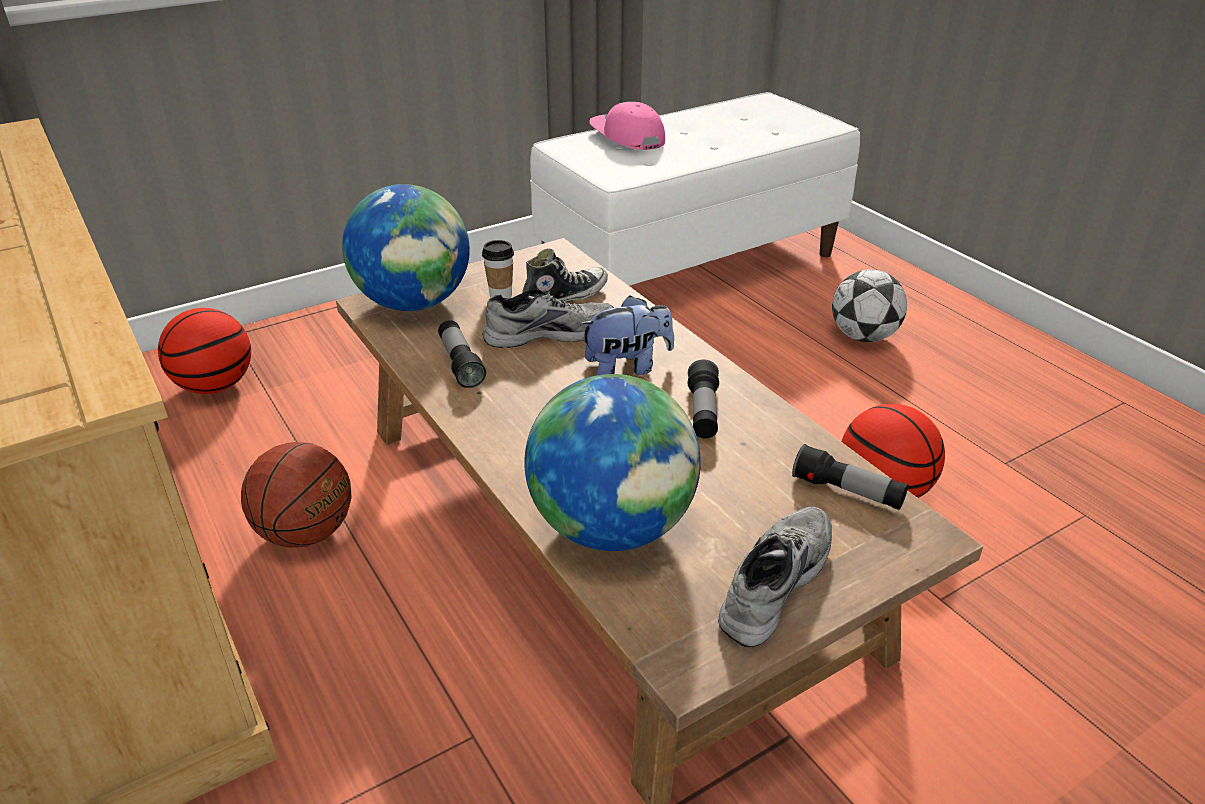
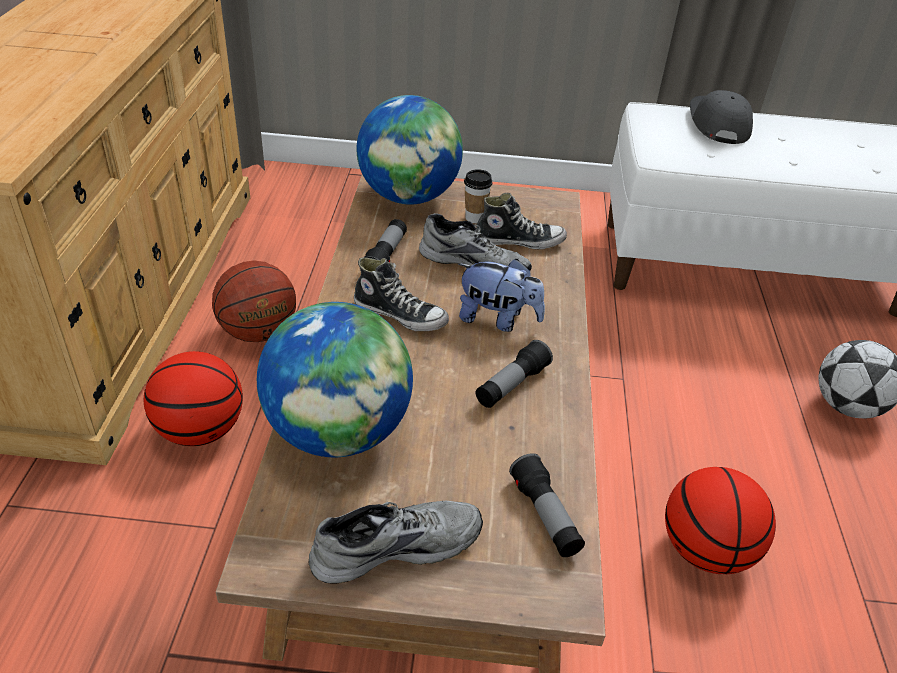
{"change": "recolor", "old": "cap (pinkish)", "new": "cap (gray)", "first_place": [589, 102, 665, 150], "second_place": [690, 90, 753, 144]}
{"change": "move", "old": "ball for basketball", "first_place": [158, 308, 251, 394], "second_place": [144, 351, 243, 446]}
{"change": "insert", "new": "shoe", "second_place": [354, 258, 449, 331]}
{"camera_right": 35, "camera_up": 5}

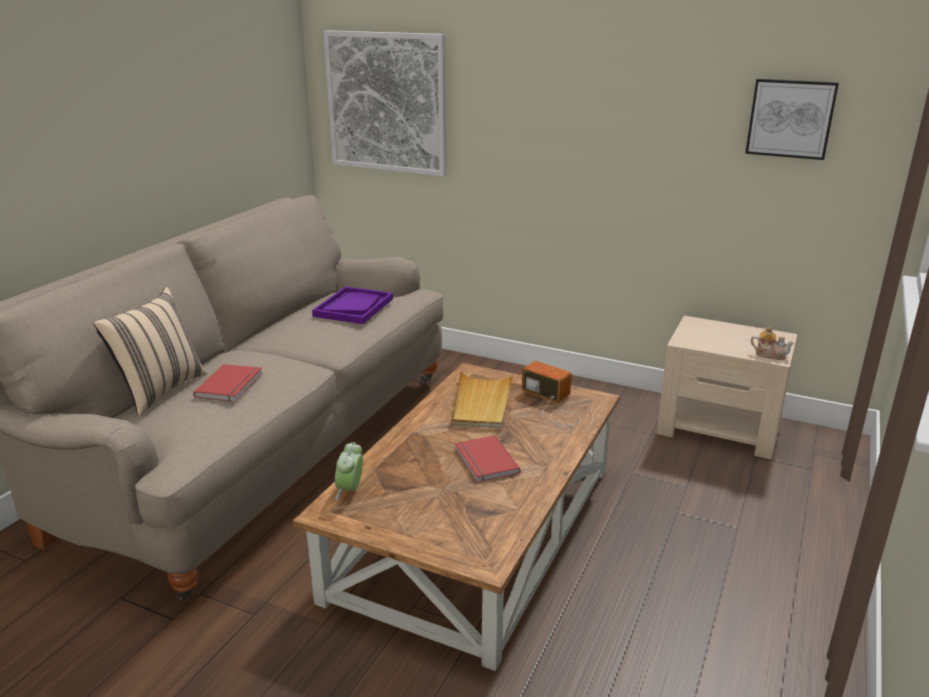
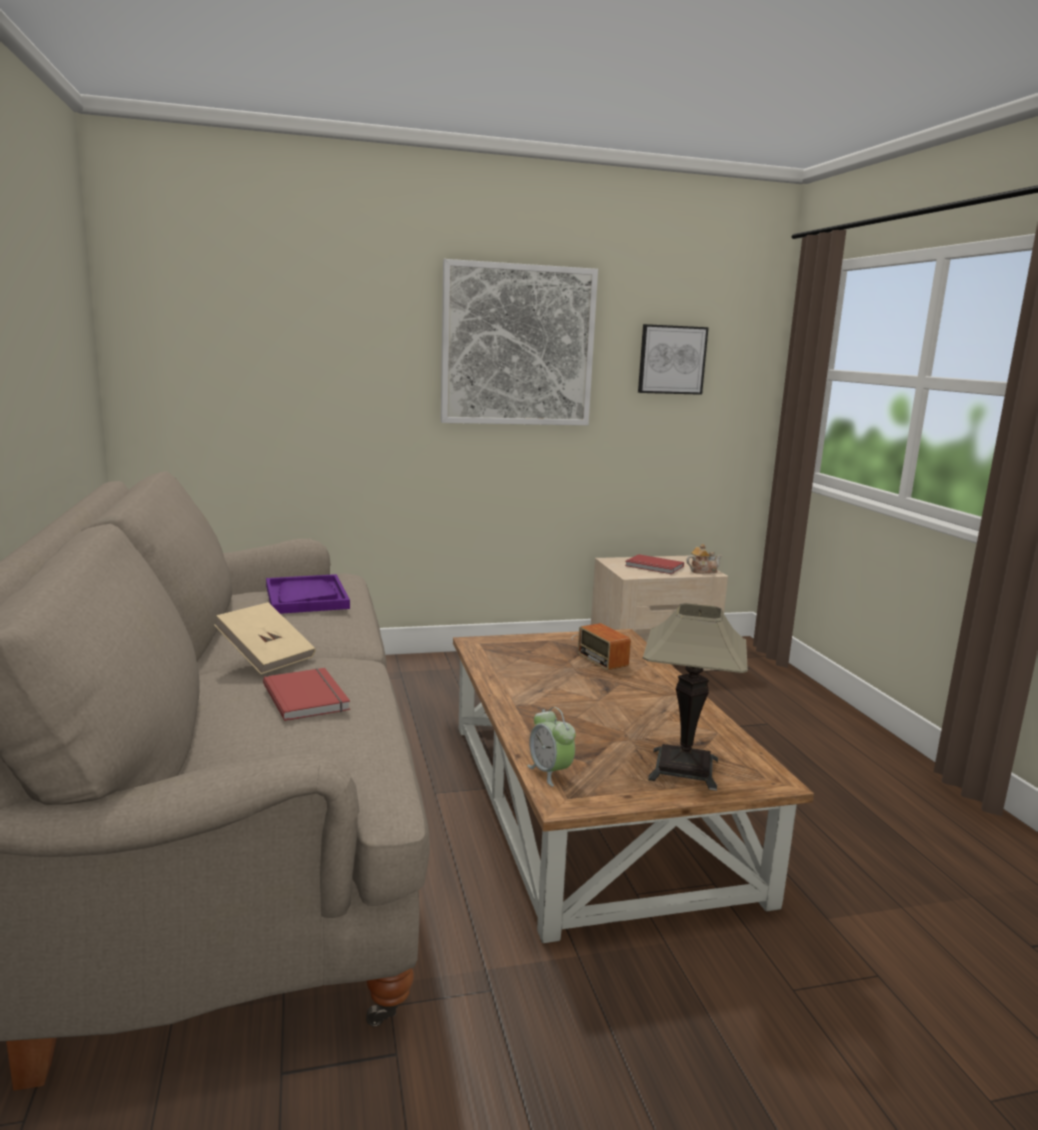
{"change": "move", "old": "wall picture", "first_place": [324, 30, 447, 176], "second_place": [441, 259, 598, 425]}
{"change": "delete", "old": "throw pillow (sand-coloured)", "first_place": [93, 287, 207, 417]}
{"change": "rotate", "old": "radio receiver", "first_place": [522, 361, 594, 429], "second_place": [571, 623, 631, 670], "degrees": -120}
{"change": "delete", "old": "carrying tray (sand-coloured)", "first_place": [451, 371, 514, 429]}
{"change": "move", "old": "bound book (red-coloured)", "first_place": [455, 435, 521, 483], "second_place": [625, 554, 684, 574]}
{"change": "insert", "new": "bound book (sand-coloured)", "second_place": [214, 602, 316, 674]}
{"change": "insert", "new": "tabletop lamp", "second_place": [643, 603, 748, 791]}
{"camera_right": -40, "camera_up": -10}

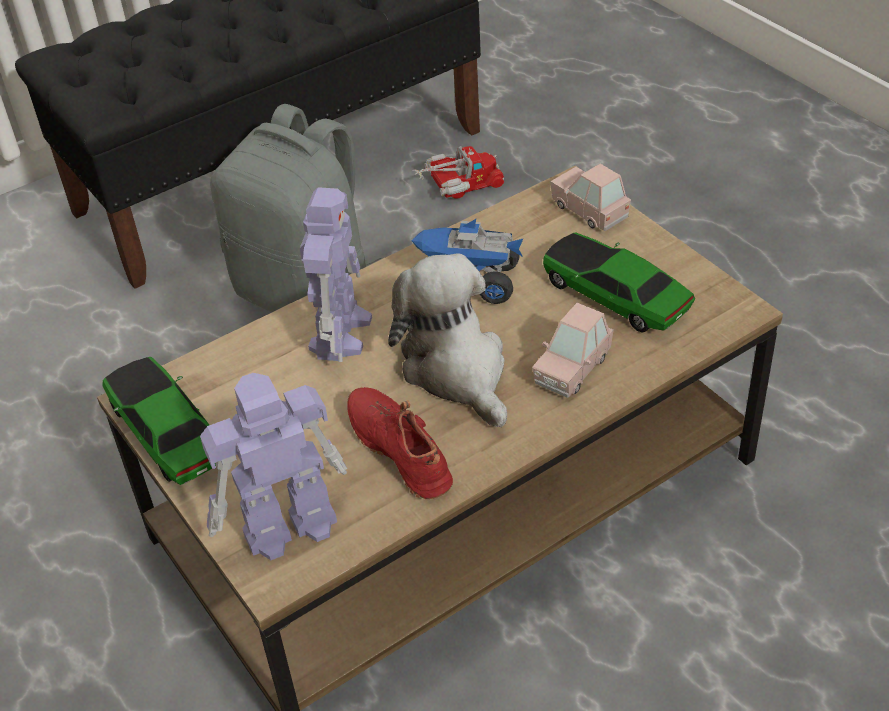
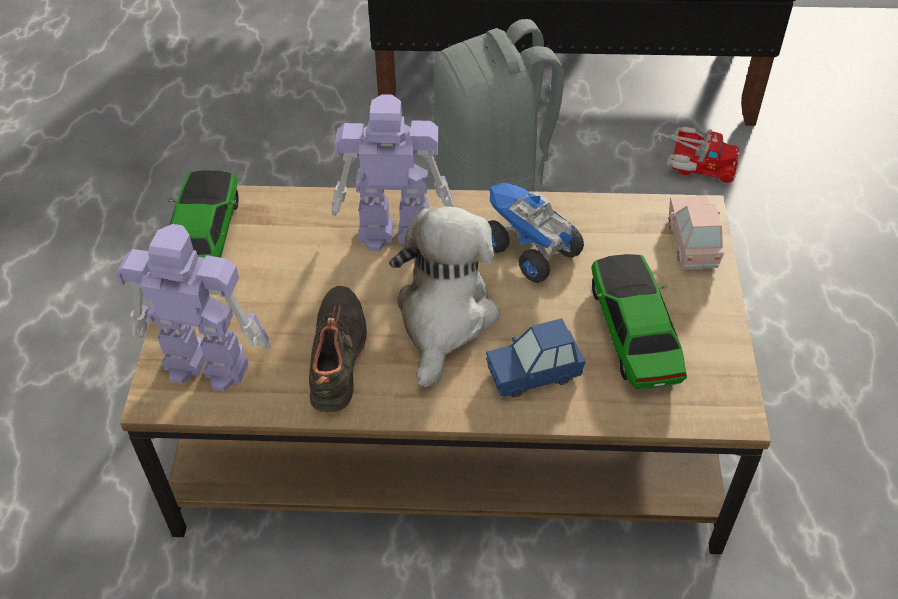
{"change": "rotate", "old": "model robot", "first_place": [300, 187, 372, 362], "second_place": [331, 94, 454, 251], "degrees": -135}
{"change": "recolor", "old": "model car (pinkish)", "new": "model car (blue-coloured)", "first_place": [532, 303, 614, 398], "second_place": [486, 318, 586, 398]}
{"change": "recolor", "old": "shoe (red-coloured)", "new": "shoe (black-coloured)", "first_place": [347, 387, 453, 499], "second_place": [309, 286, 367, 413]}
{"camera_right": 35, "camera_up": 5}

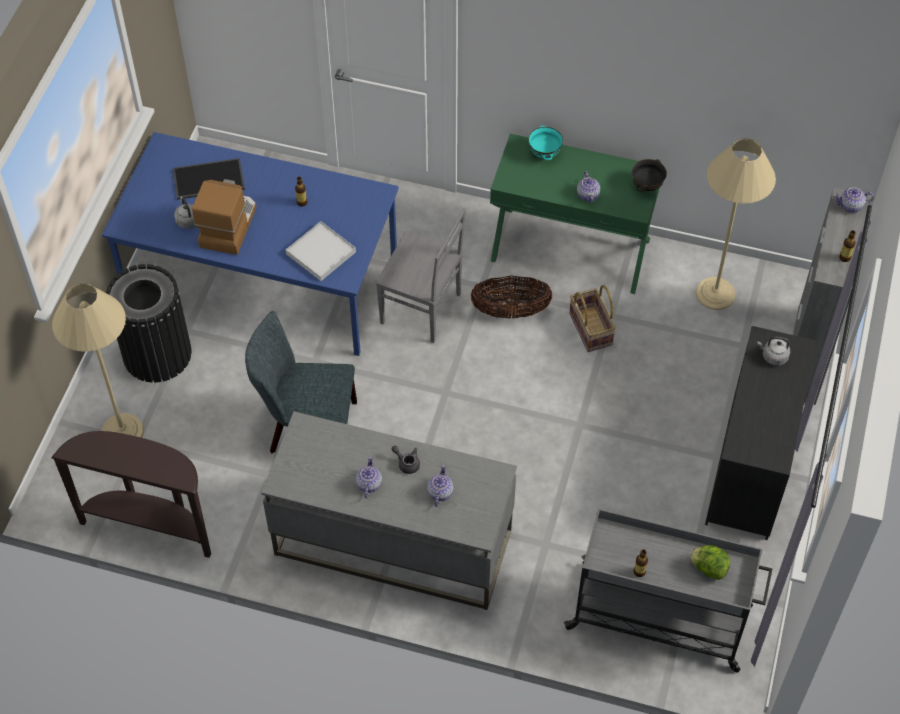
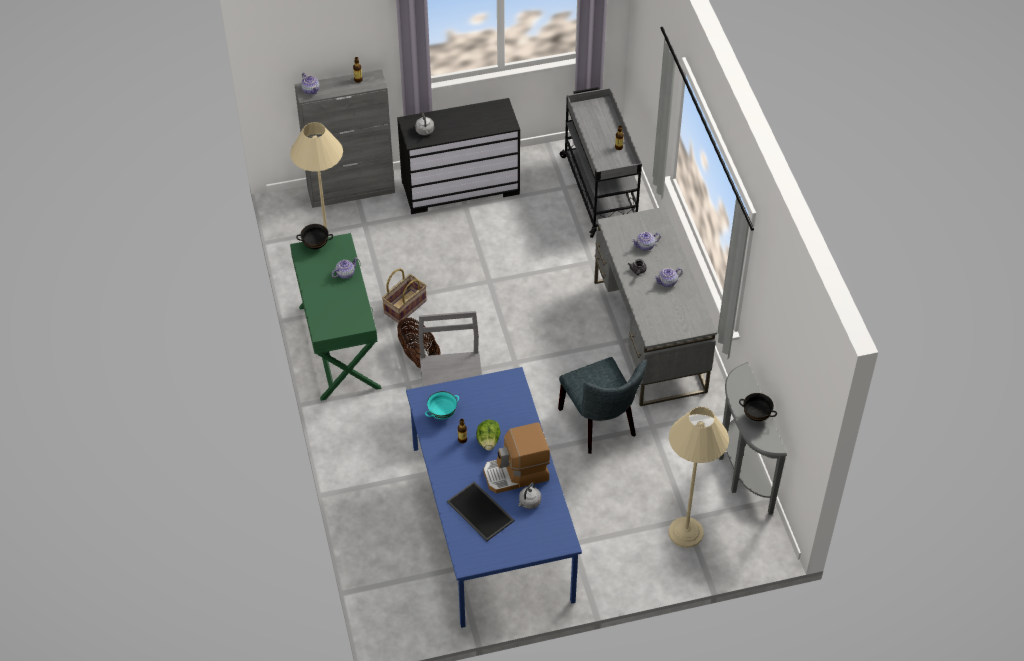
{"change": "move", "old": "serving bowl (turquoise-coloured)", "first_place": [529, 125, 563, 160], "second_place": [425, 391, 459, 419]}
{"change": "delete", "old": "carrying tray (white)", "first_place": [286, 221, 356, 281]}
{"change": "delete", "old": "waste bin (black-coloured)", "first_place": [106, 264, 192, 383]}
{"change": "recolor", "old": "console table (brown)", "new": "console table (gray)", "first_place": [51, 431, 211, 558], "second_place": [719, 362, 787, 515]}
{"change": "move", "old": "head of lettuce", "first_place": [690, 545, 730, 580], "second_place": [476, 420, 501, 450]}
{"change": "insert", "new": "serving bowl (black-coloured)", "second_place": [739, 393, 777, 421]}
{"camera_right": -120, "camera_up": -5}

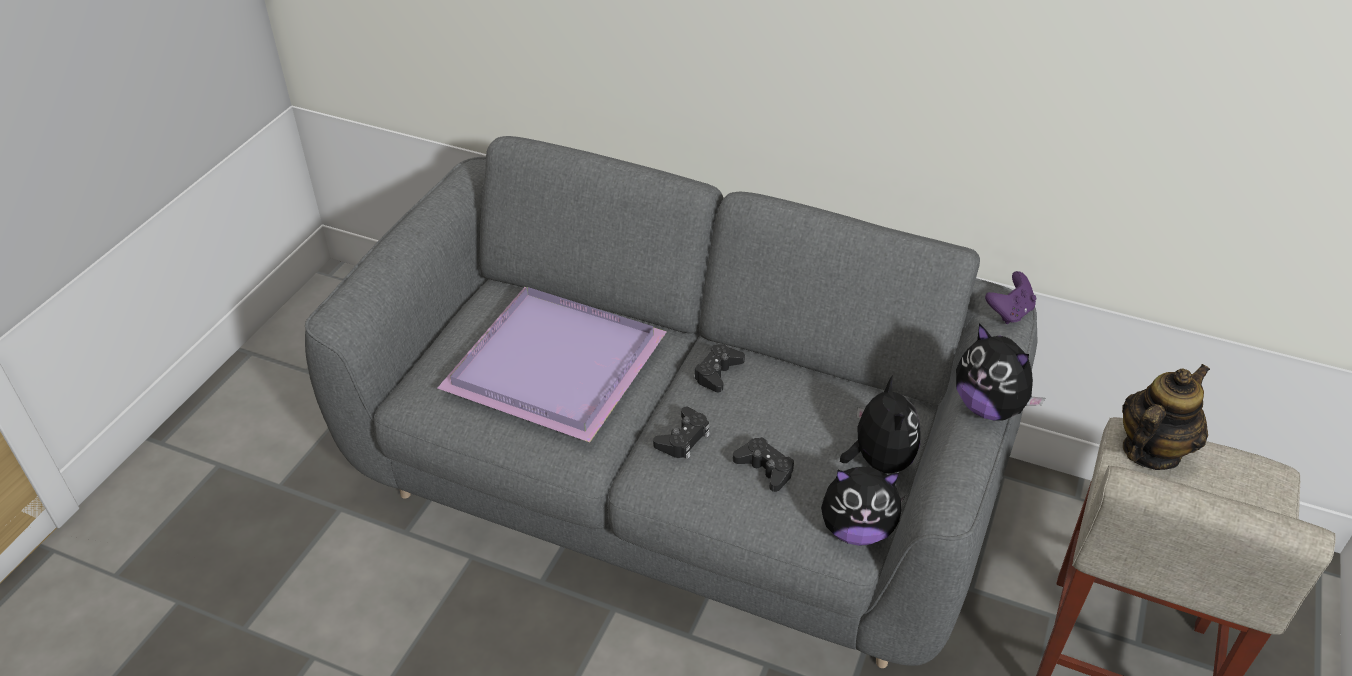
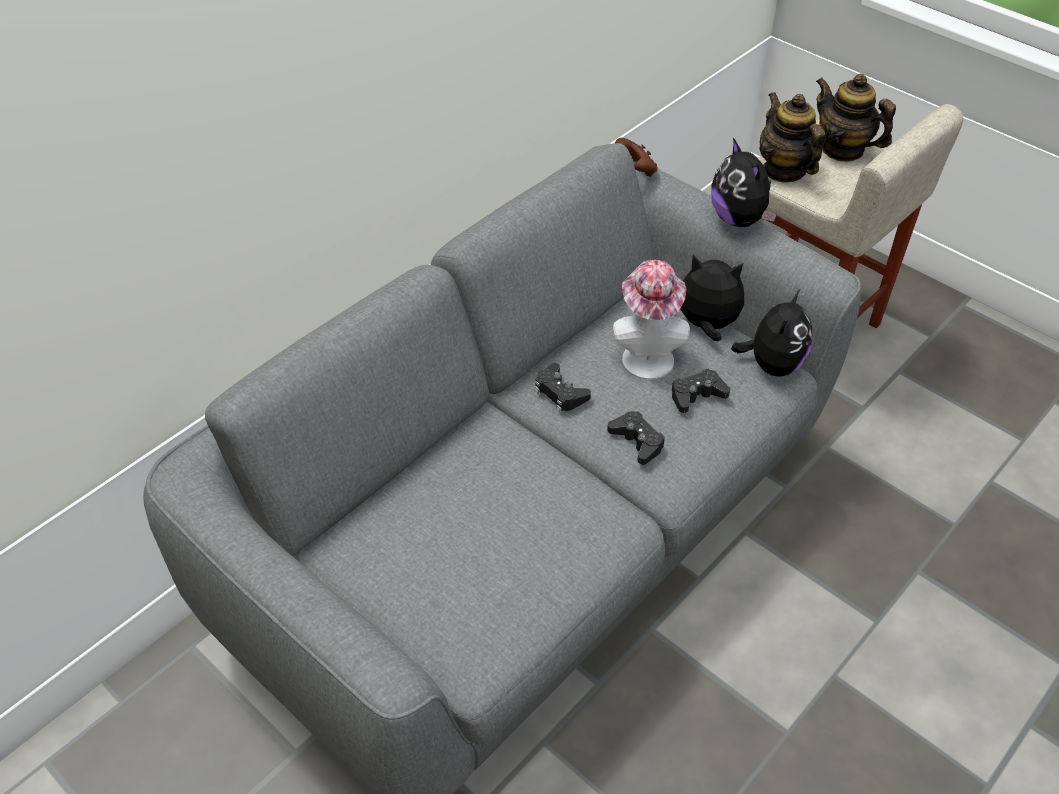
{"change": "recolor", "old": "gamepad (purple-coloured)", "new": "gamepad (brown)", "first_place": [985, 271, 1036, 324], "second_place": [615, 138, 658, 177]}
{"change": "delete", "old": "carrying tray (purple-coloured)", "first_place": [438, 287, 667, 442]}
{"change": "rotate", "old": "soft toy", "first_place": [956, 323, 1045, 421], "second_place": [711, 138, 776, 227], "degrees": 90}
{"change": "insert", "new": "tea pot", "second_place": [816, 74, 896, 162]}
{"change": "insert", "new": "wearable hat", "second_place": [613, 260, 690, 380]}
{"camera_right": -70, "camera_up": 5}

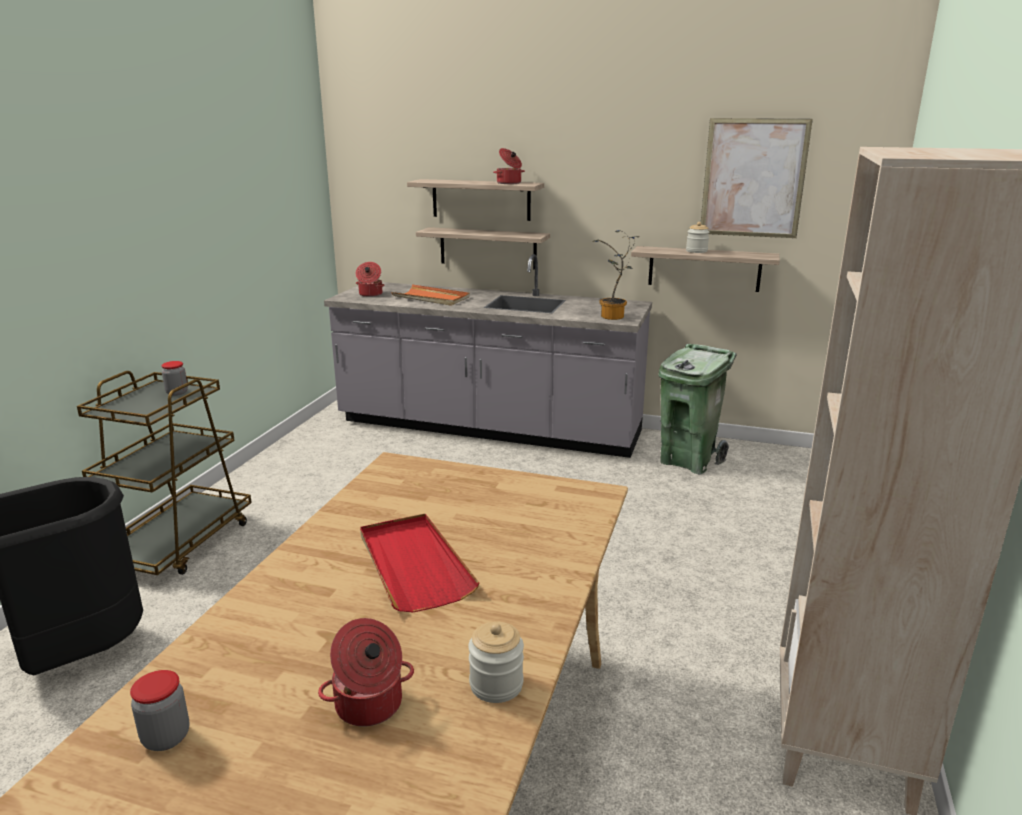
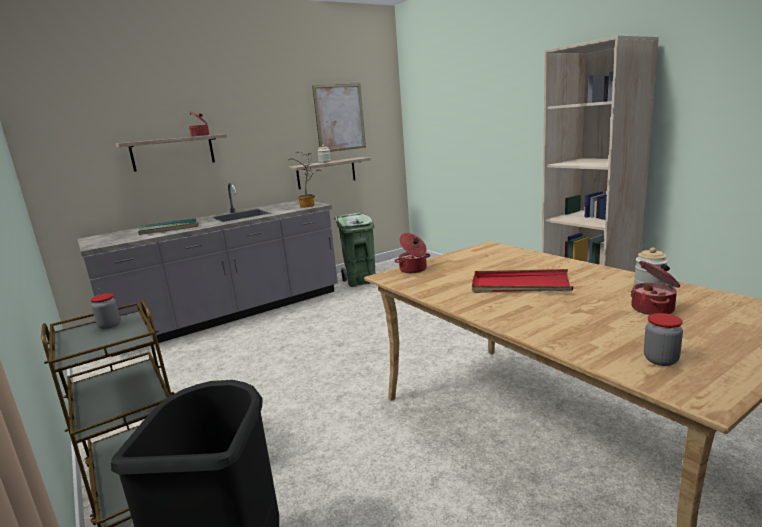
{"change": "delete", "old": "wall shelf", "first_place": [416, 227, 550, 269]}
{"change": "move", "old": "saucepot", "first_place": [356, 262, 384, 297], "second_place": [394, 233, 431, 273]}
{"change": "recolor", "old": "carrying tray (orange)", "new": "carrying tray (turquoise-coloured)", "first_place": [391, 284, 470, 306], "second_place": [138, 218, 199, 235]}
{"camera_right": -50, "camera_up": -5}

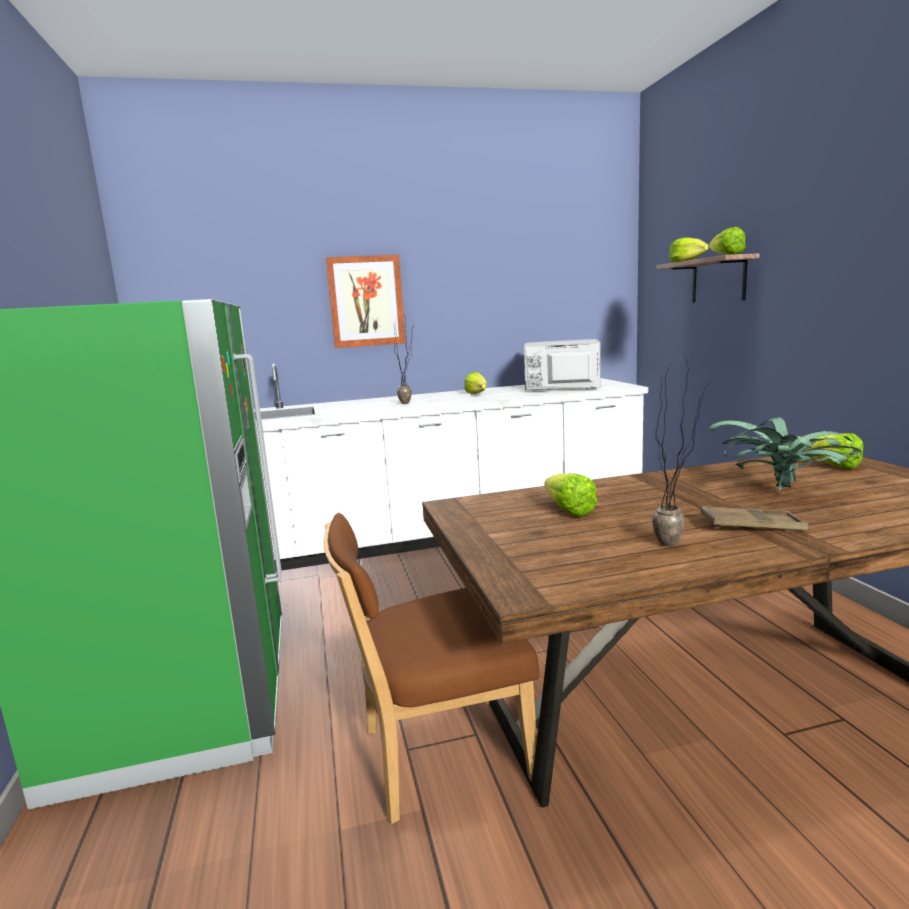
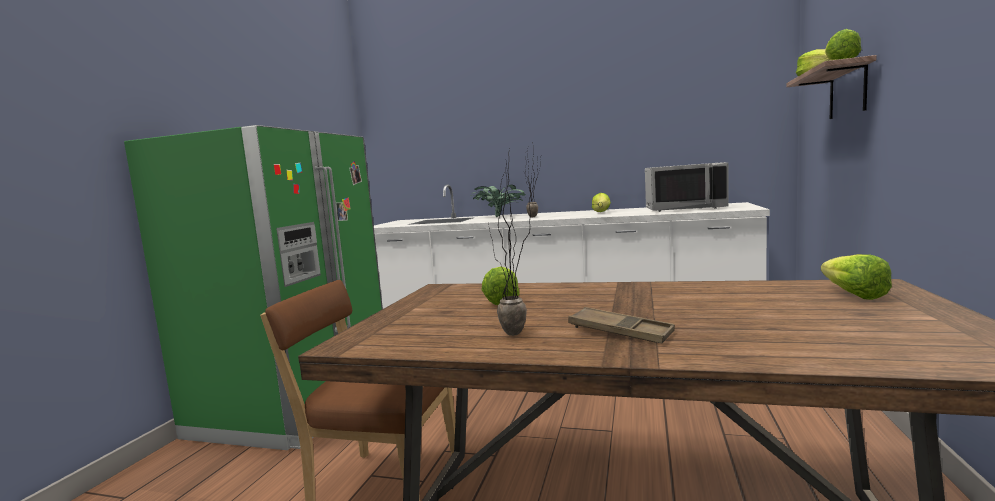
{"change": "delete", "old": "wall picture", "first_place": [326, 255, 406, 348]}
{"change": "rotate", "old": "microwave (gray)", "first_place": [524, 339, 601, 391], "second_place": [645, 162, 729, 212], "degrees": 150}
{"change": "move", "old": "houseplant", "first_place": [708, 417, 861, 494], "second_place": [471, 185, 526, 217]}
{"camera_right": 30, "camera_up": -5}

